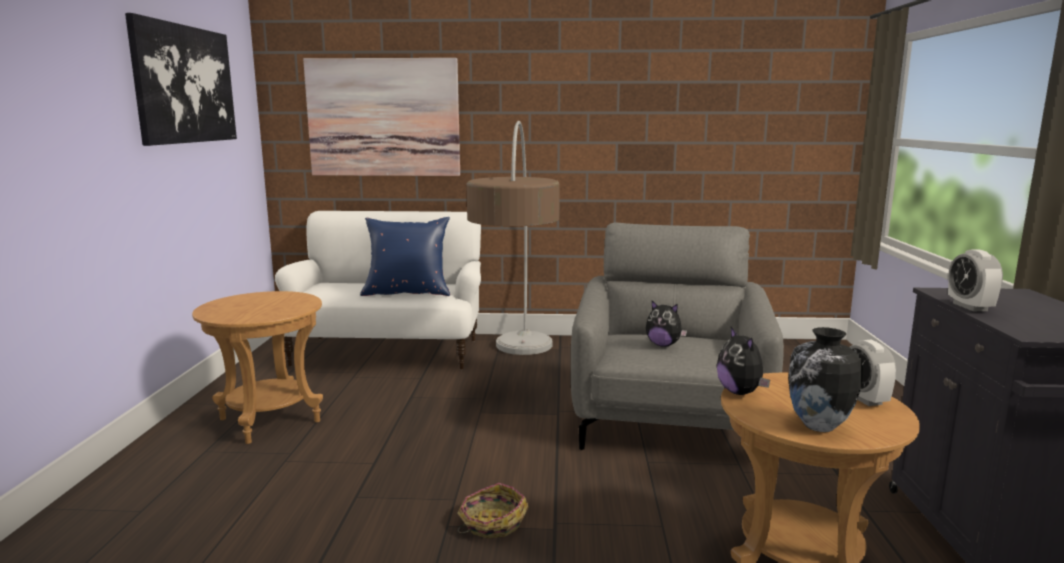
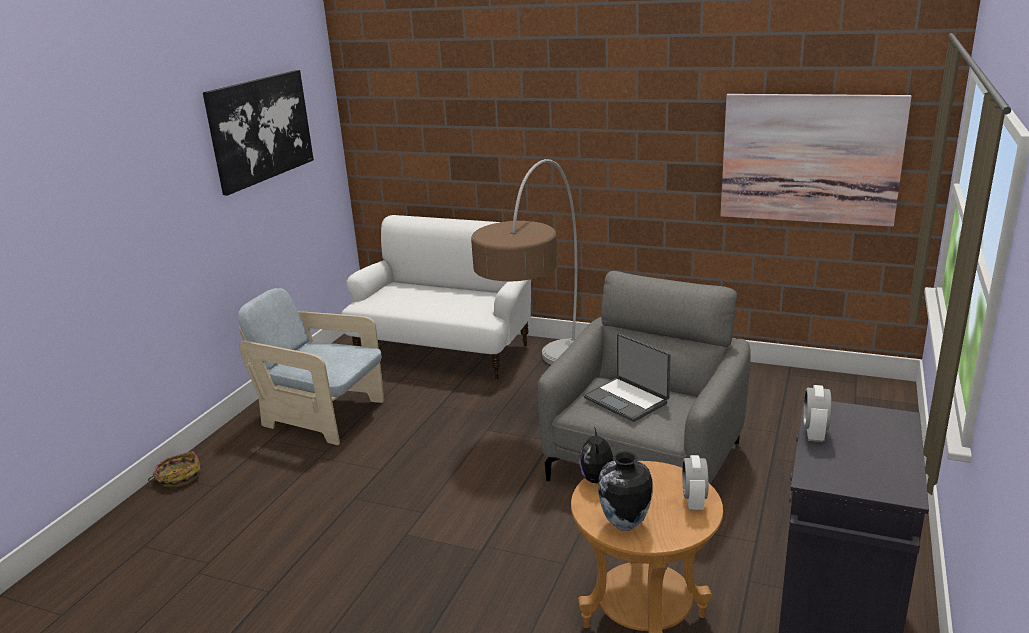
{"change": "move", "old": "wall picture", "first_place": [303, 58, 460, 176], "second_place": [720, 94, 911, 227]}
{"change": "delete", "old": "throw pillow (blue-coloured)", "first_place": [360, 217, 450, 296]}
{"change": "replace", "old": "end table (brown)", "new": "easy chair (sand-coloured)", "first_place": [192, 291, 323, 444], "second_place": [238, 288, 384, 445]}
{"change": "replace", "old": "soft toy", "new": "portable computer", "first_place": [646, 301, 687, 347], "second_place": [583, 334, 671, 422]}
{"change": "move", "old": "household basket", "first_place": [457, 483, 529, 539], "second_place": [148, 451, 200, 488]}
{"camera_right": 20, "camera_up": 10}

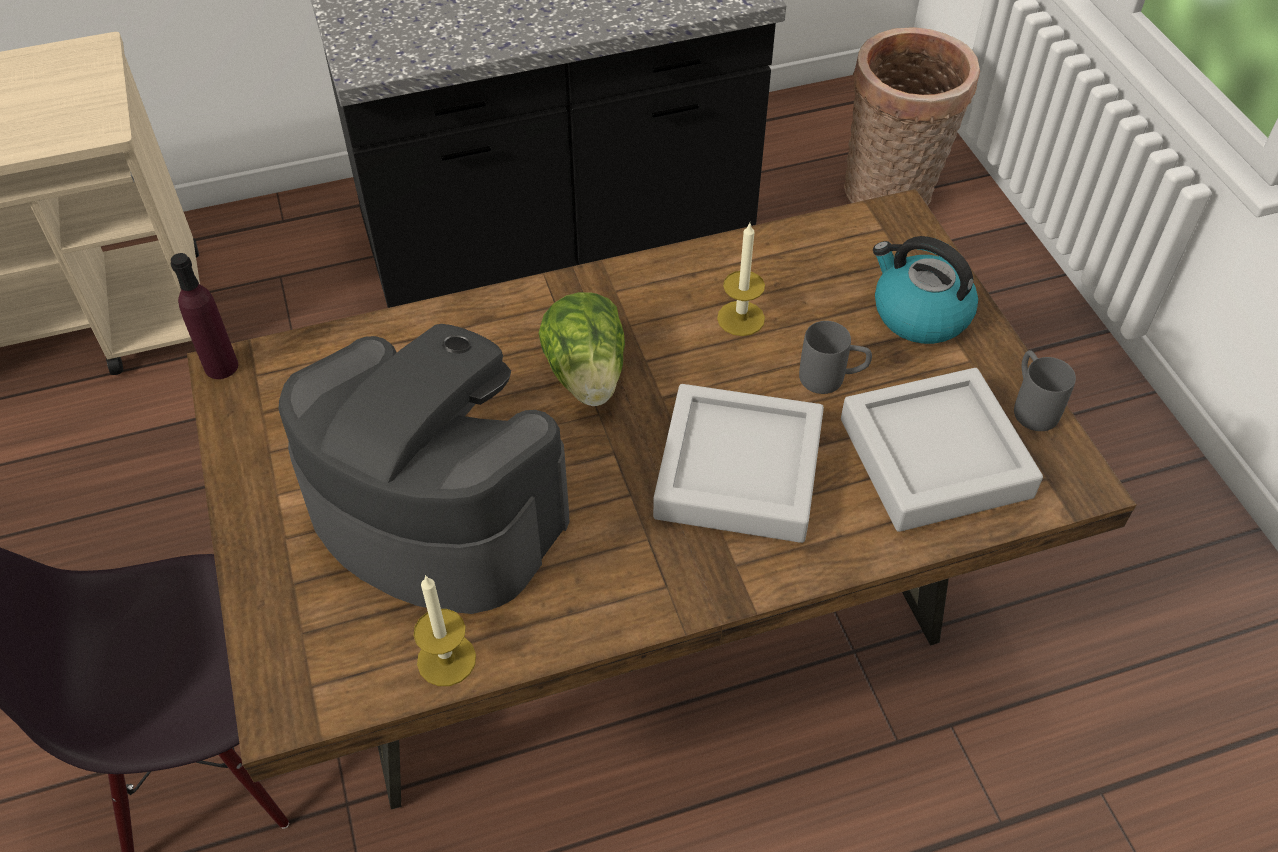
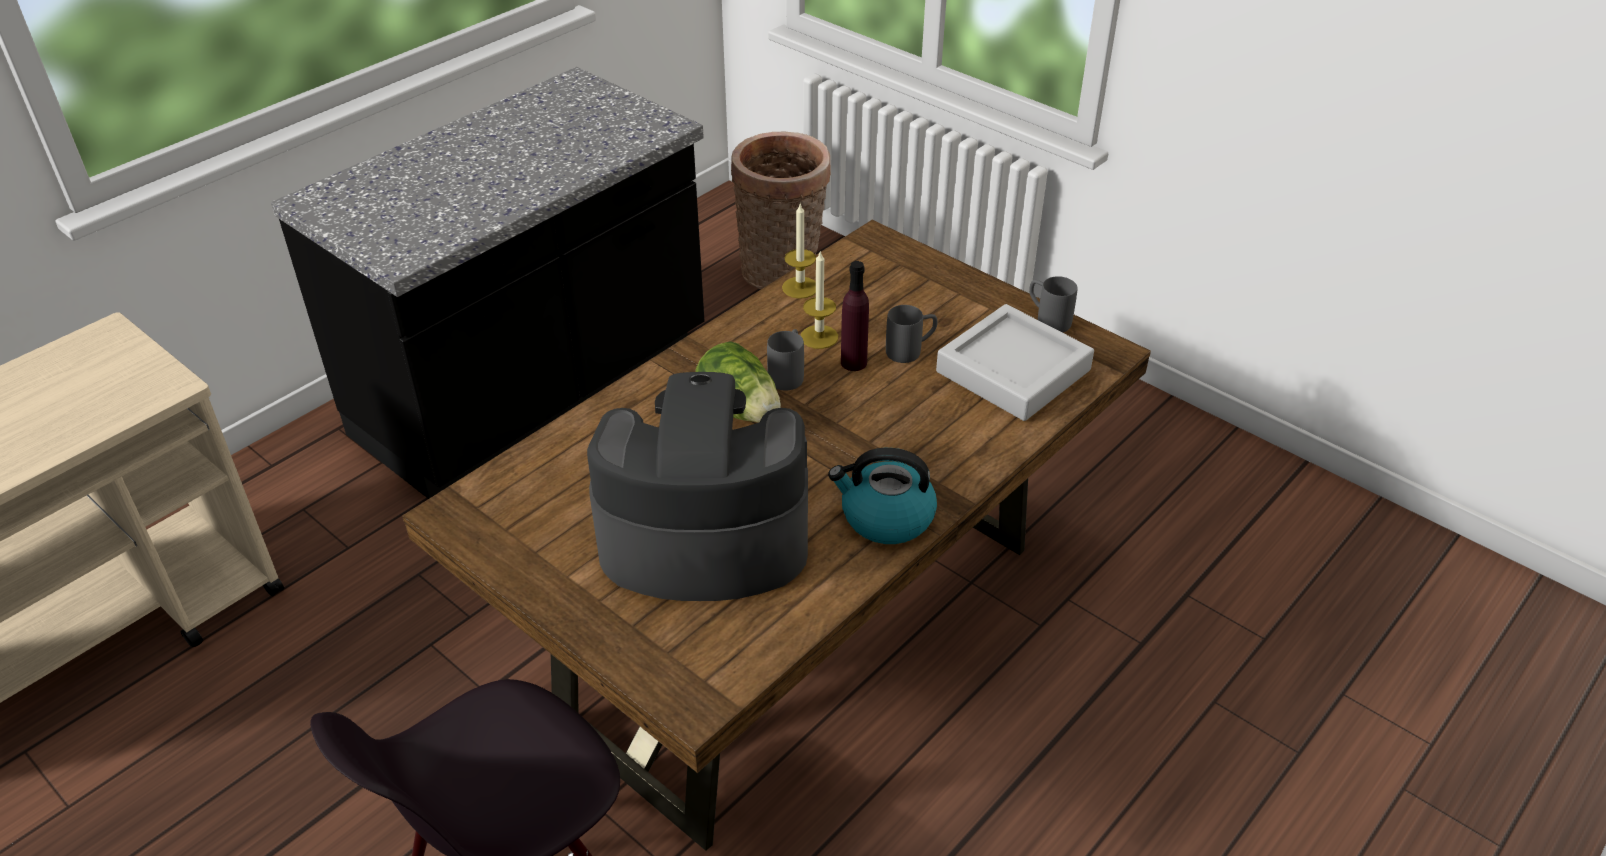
{"change": "move", "old": "kettle", "first_place": [873, 236, 978, 344], "second_place": [828, 448, 937, 544]}
{"change": "move", "old": "beverage bottle (purple-coloured)", "first_place": [171, 253, 238, 379], "second_place": [841, 261, 869, 371]}
{"change": "delete", "old": "carrying tray (gray)", "first_place": [653, 384, 824, 543]}
{"change": "move", "old": "candle", "first_place": [413, 575, 476, 686], "second_place": [782, 204, 816, 299]}
{"change": "insert", "new": "mug (gray)", "second_place": [767, 329, 804, 391]}
{"camera_right": -30, "camera_up": -10}

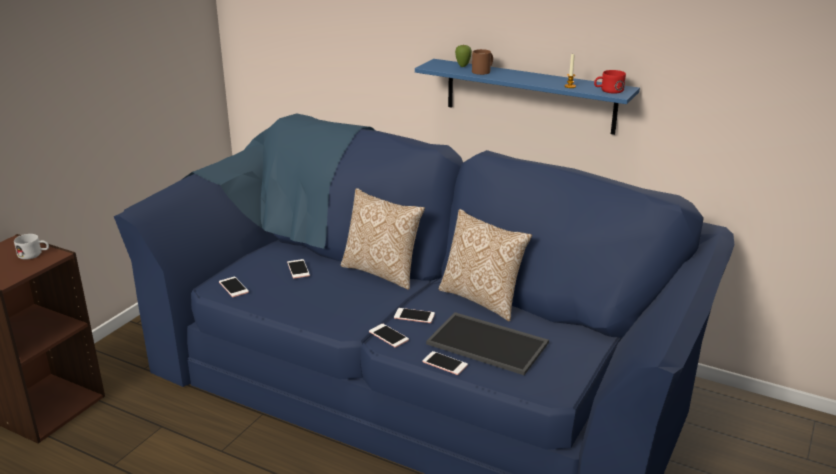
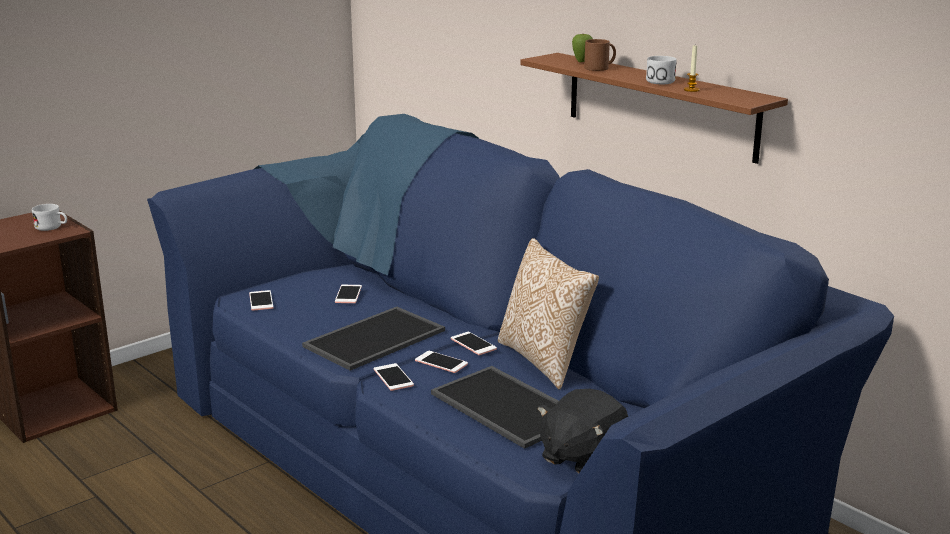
{"change": "recolor", "old": "wall shelf (blue-coloured)", "new": "wall shelf (brown)", "first_place": [415, 59, 640, 135], "second_place": [520, 53, 788, 164]}
{"change": "delete", "old": "mug (red-coloured)", "first_place": [594, 70, 626, 94]}
{"change": "delete", "old": "throw pillow", "first_place": [341, 188, 425, 290]}
{"change": "move", "old": "phone", "first_place": [423, 351, 468, 375], "second_place": [451, 332, 497, 355]}
{"change": "insert", "new": "mug (white)", "second_place": [646, 56, 677, 84]}
{"change": "insert", "new": "carrying tray", "second_place": [302, 307, 445, 371]}
{"change": "insert", "new": "soft toy (black-coloured)", "second_place": [537, 389, 628, 474]}
{"camera_right": 20, "camera_up": -5}

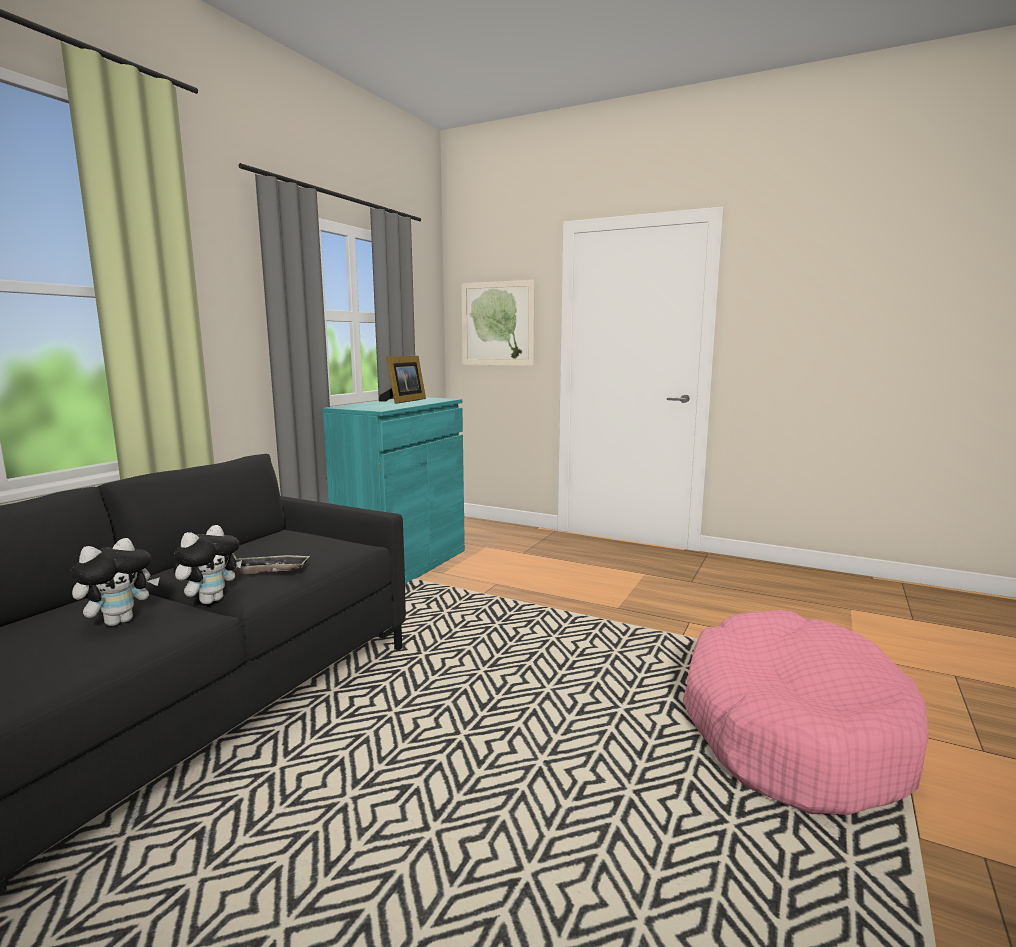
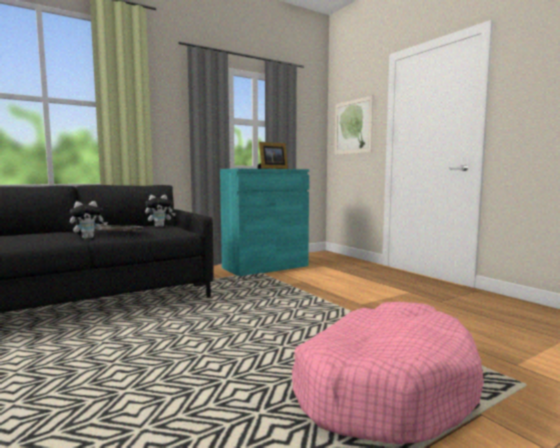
{"change": "move", "old": "soft toy", "first_place": [70, 538, 160, 626], "second_place": [145, 195, 176, 227]}
{"camera_right": 30, "camera_up": -5}

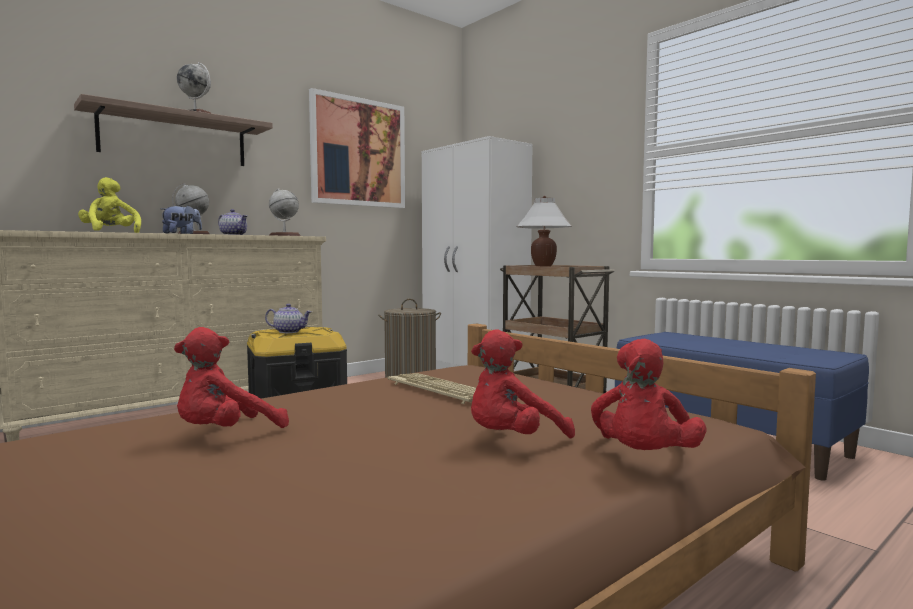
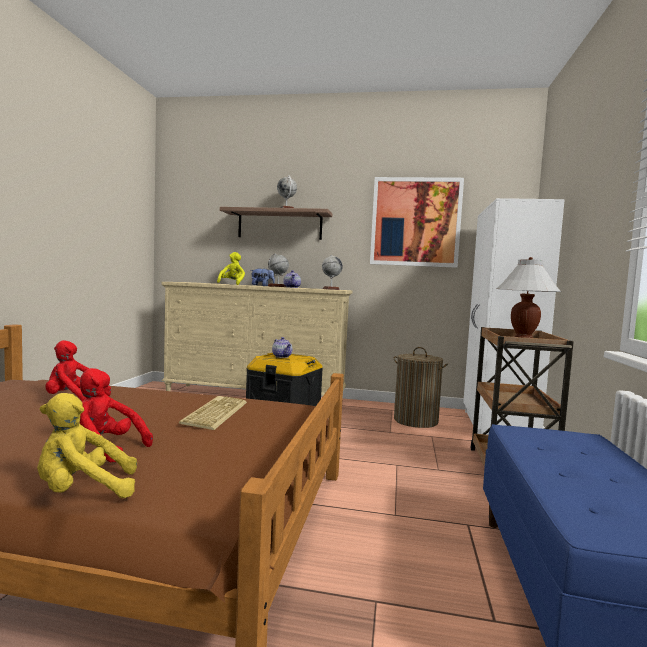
{"change": "recolor", "old": "soft toy (red-coloured)", "new": "soft toy (yellow-coloured)", "first_place": [591, 339, 707, 450], "second_place": [37, 393, 137, 498]}
{"camera_right": 50, "camera_up": 0}

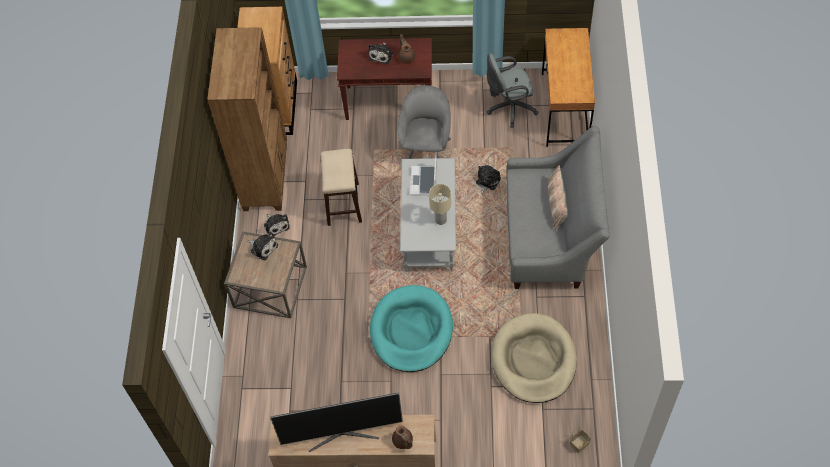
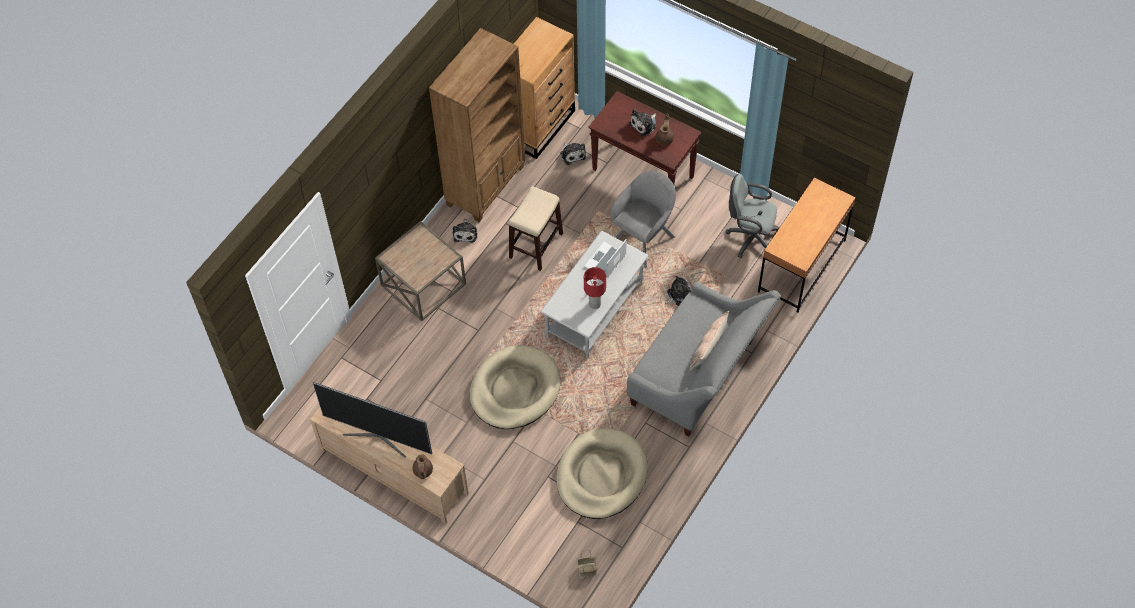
{"change": "recolor", "old": "tabletop lamp (sand-coloured)", "new": "tabletop lamp (red-coloured)", "first_place": [429, 184, 451, 225], "second_place": [584, 267, 606, 309]}
{"change": "move", "old": "soft toy", "first_place": [247, 232, 278, 260], "second_place": [560, 143, 586, 165]}
{"change": "recolor", "old": "dog bed (turquoise-coloured)", "new": "dog bed (sand-coloured)", "first_place": [370, 285, 453, 372], "second_place": [470, 345, 560, 429]}
{"camera_right": 30, "camera_up": 0}

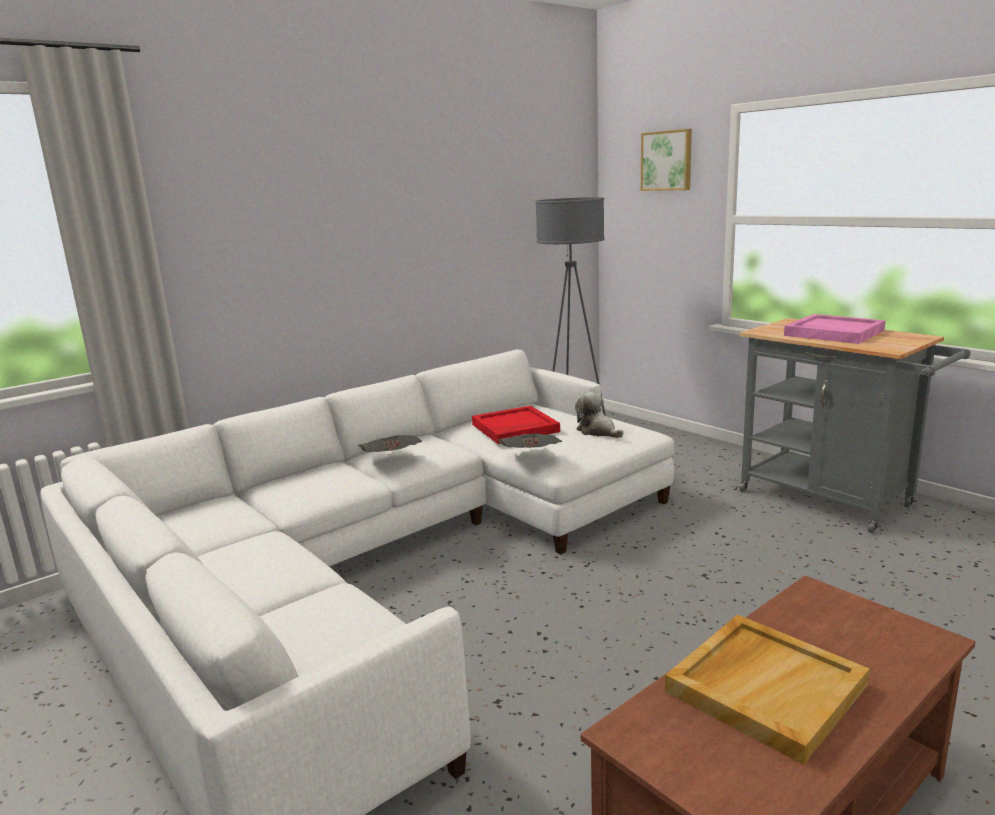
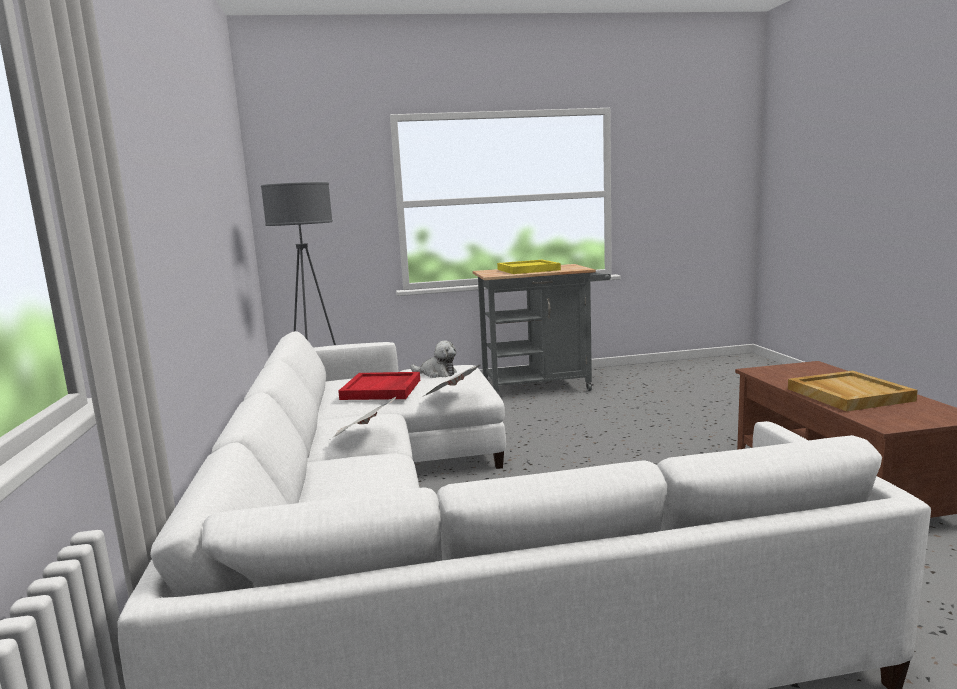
{"change": "delete", "old": "wall picture", "first_place": [641, 129, 692, 191]}
{"change": "recolor", "old": "carrying tray (pinkish)", "new": "carrying tray (yellow-coloured)", "first_place": [784, 314, 886, 344], "second_place": [497, 260, 561, 274]}
{"change": "rotate", "old": "soft toy", "first_place": [575, 392, 623, 438], "second_place": [410, 340, 457, 378], "degrees": -150}
{"camera_right": -60, "camera_up": -5}

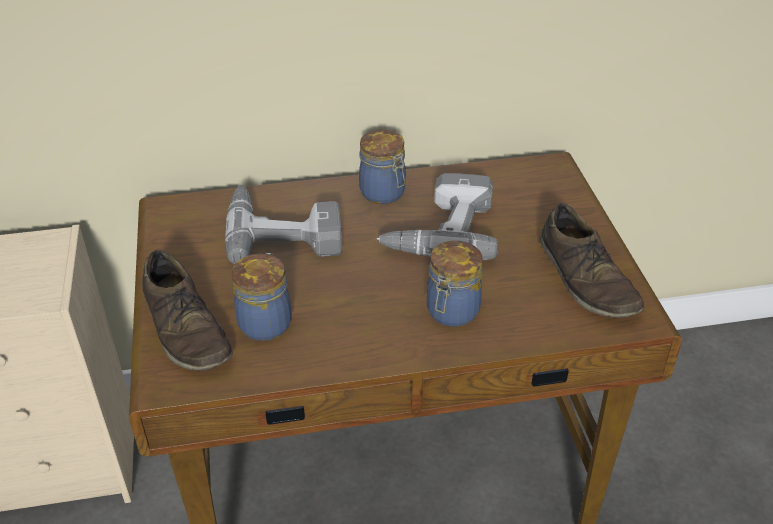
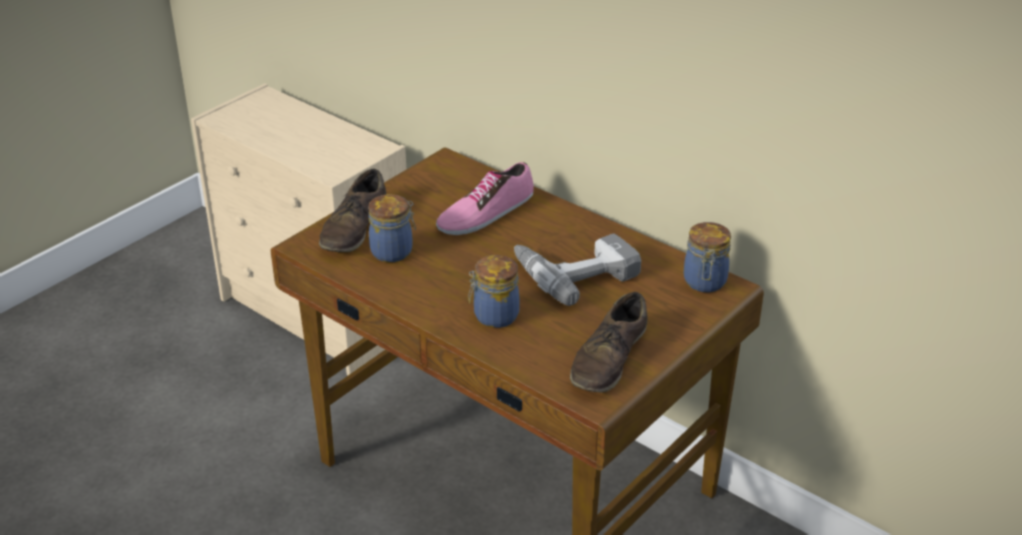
{"change": "move", "old": "storage jar", "first_place": [359, 129, 406, 204], "second_place": [684, 222, 731, 292]}
{"change": "replace", "old": "power drill", "new": "shoe", "first_place": [225, 185, 342, 264], "second_place": [436, 162, 534, 235]}
{"camera_right": 50, "camera_up": -5}

